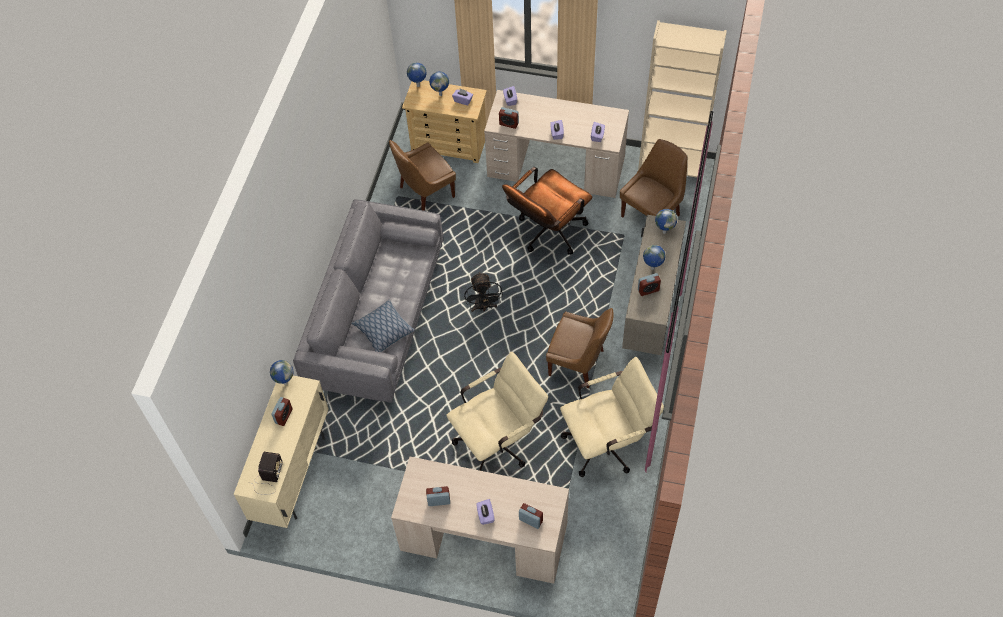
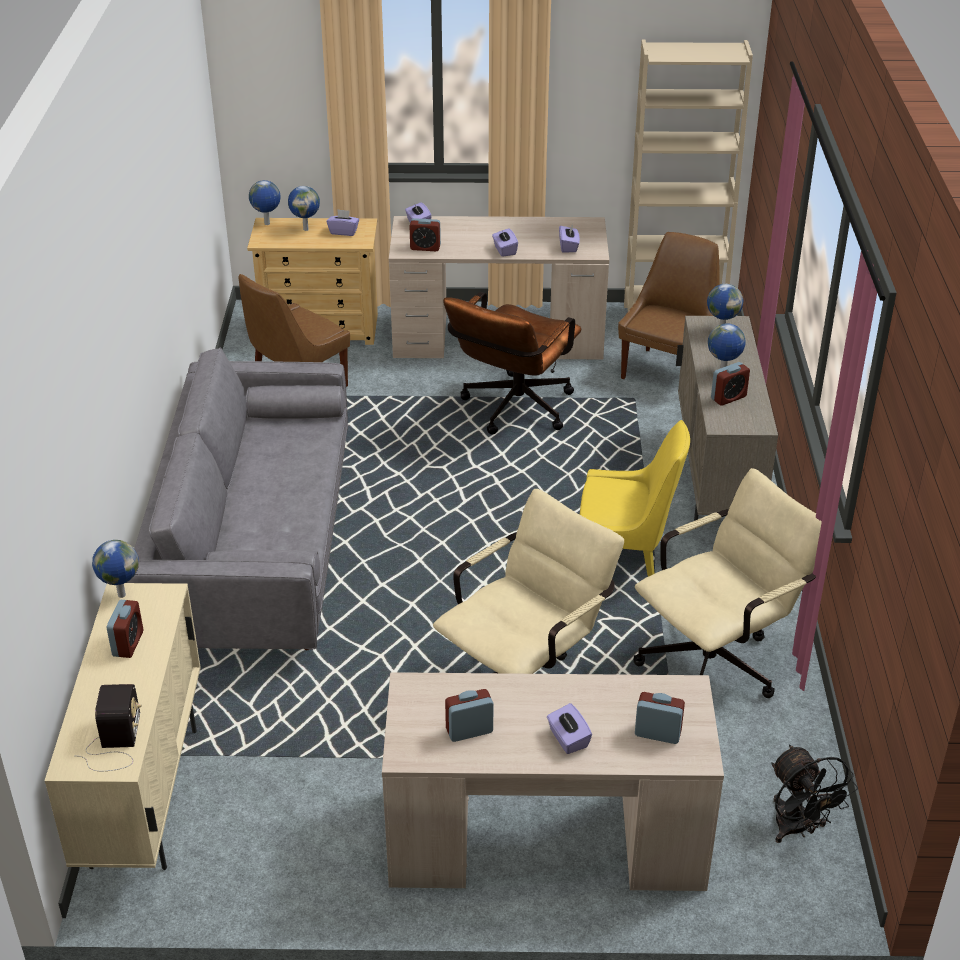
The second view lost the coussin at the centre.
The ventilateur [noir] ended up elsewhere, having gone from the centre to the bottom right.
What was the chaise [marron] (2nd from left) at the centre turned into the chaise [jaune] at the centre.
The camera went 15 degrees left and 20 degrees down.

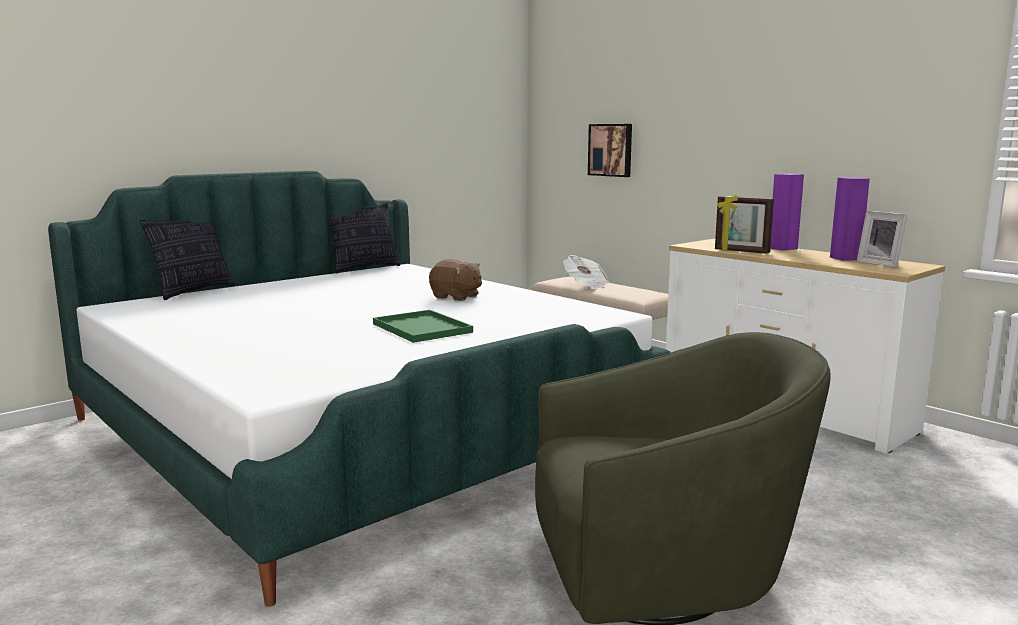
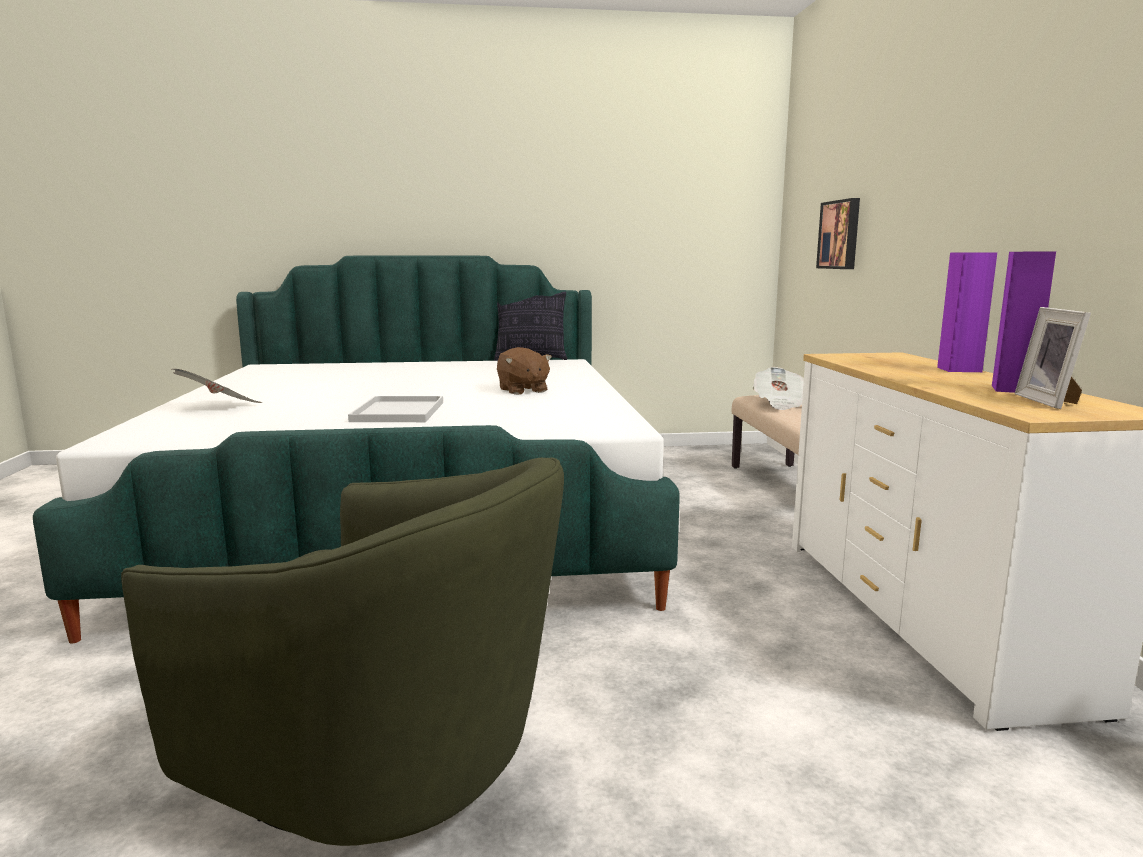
The second view lost the coussin (1st from left) at the middle left.
The second view lost the cadre photo (1st from left) at the middle right.
The second view gained the journal (1st from left) at the middle left.
What was the plateau [vert] at the centre turned into the plateau [blanc] at the centre.
The camera went 35 degrees right and 0 degrees up.

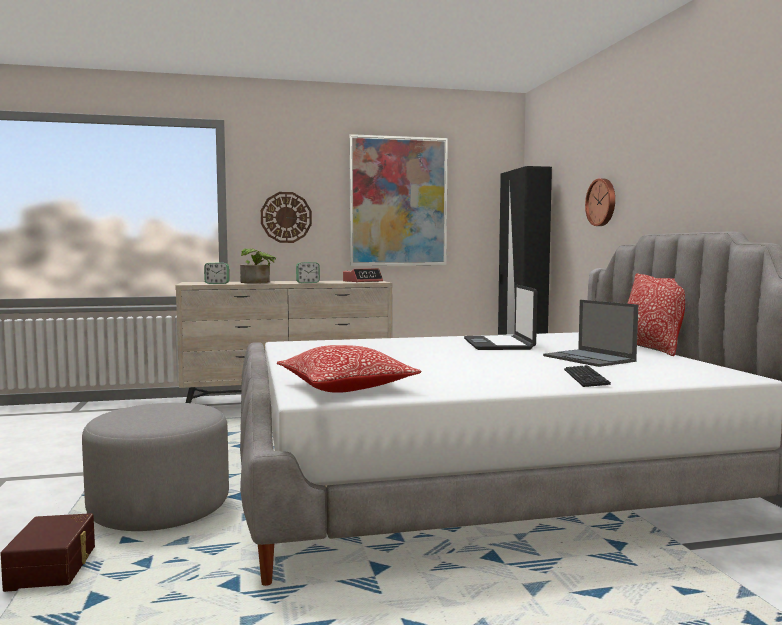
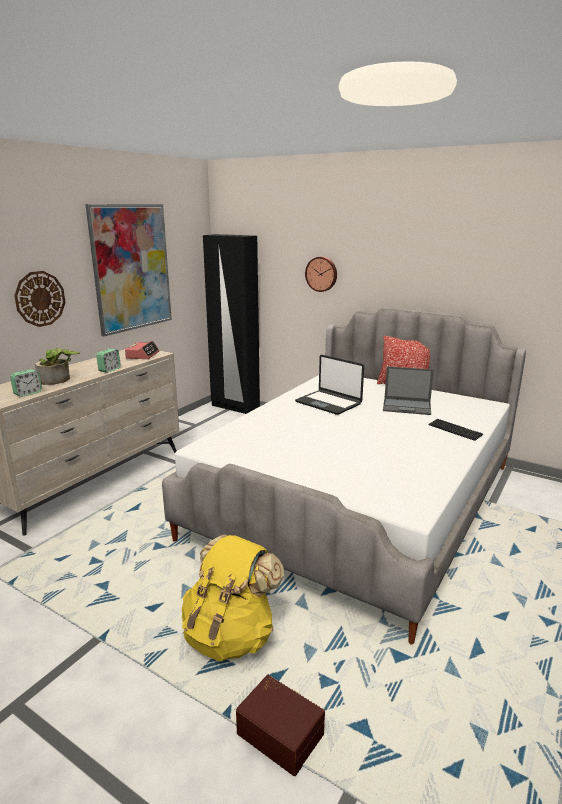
The second view lost the coussin (1st from left) at the centre.
Where the pouf [gris] stood at the bottom left, the sac à dos [jaune] came to stand at the bottom centre.
The camera went 45 degrees left and 15 degrees up.

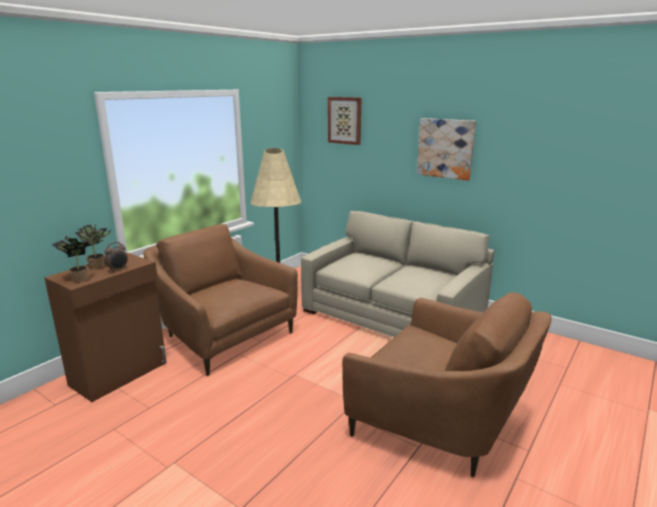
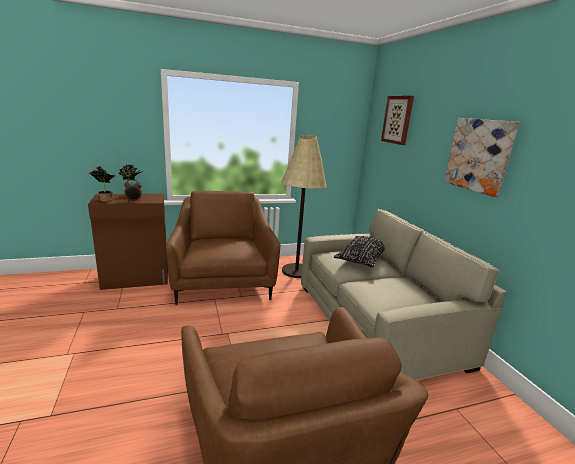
The second view gained the coussin [noir] at the centre.
The camera went 35 degrees right and 0 degrees up.

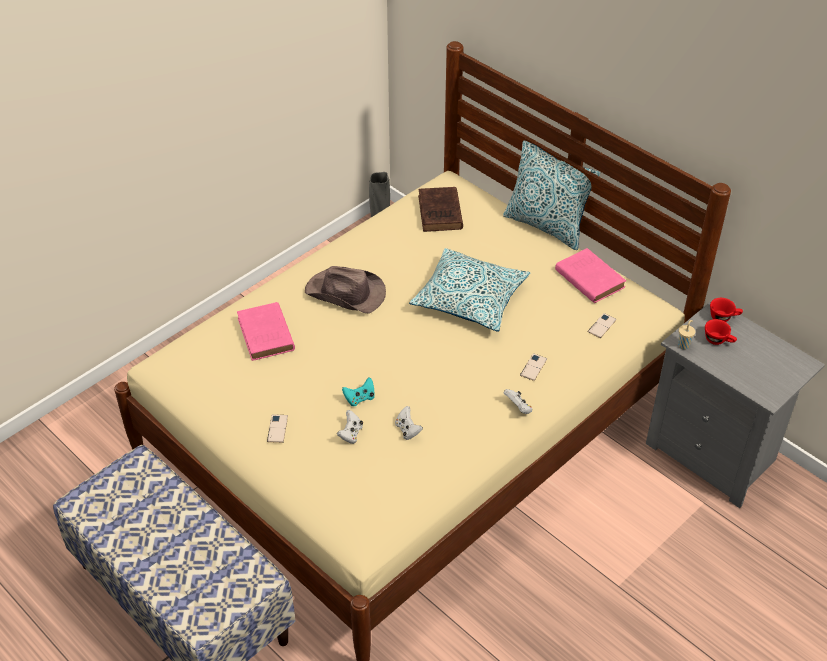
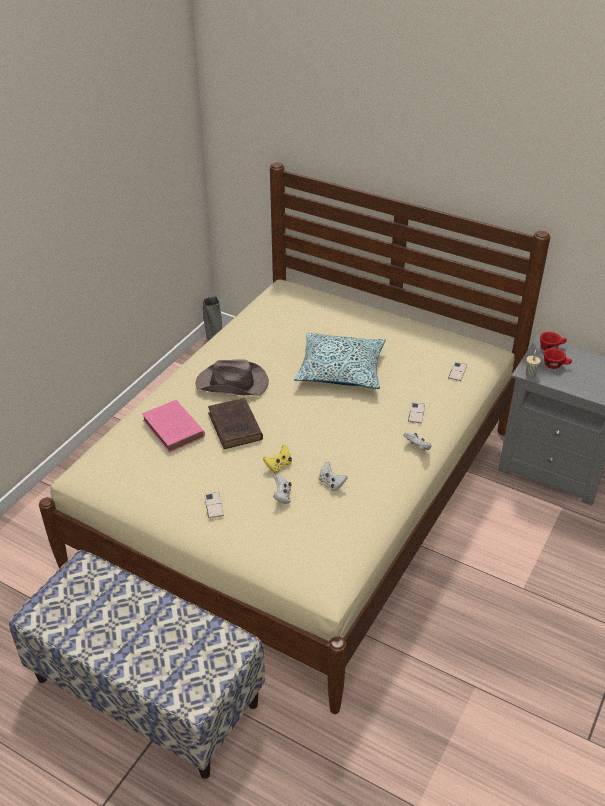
The second view lost the coussin (2nd from left) at the top centre.
The second view lost the livre [rose] (2nd from left) at the middle right.
The livre [marron] ended up elsewhere, having gone from the top centre to the centre.
What was the manette [turquoise] at the centre turned into the manette [jaune] at the centre.
The camera went 15 degrees left and 5 degrees down.

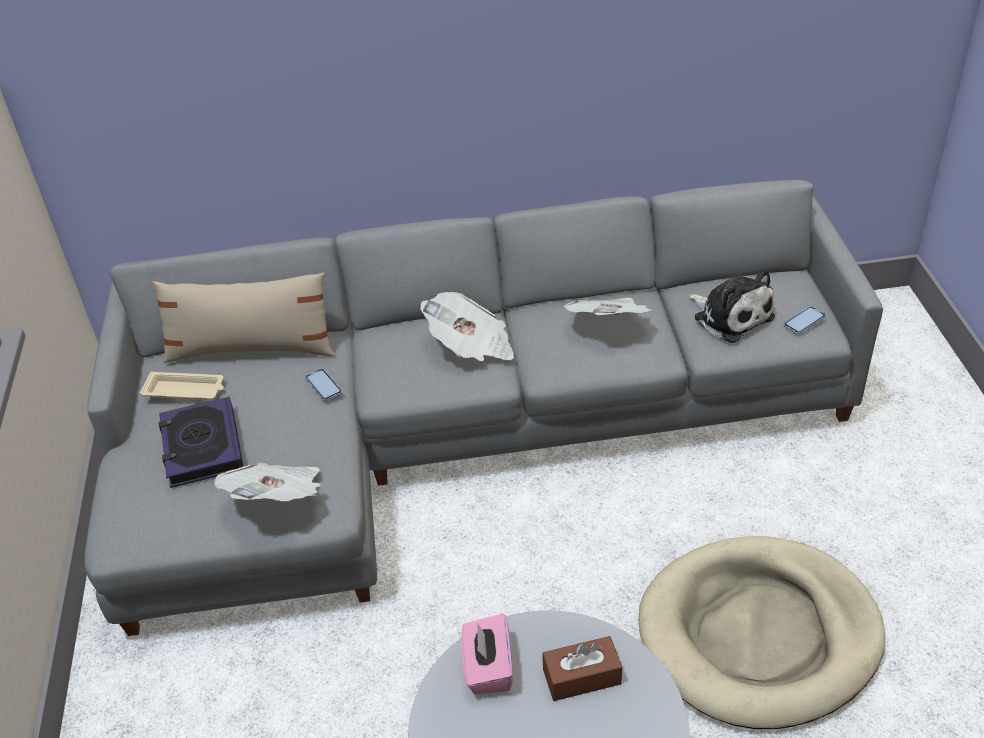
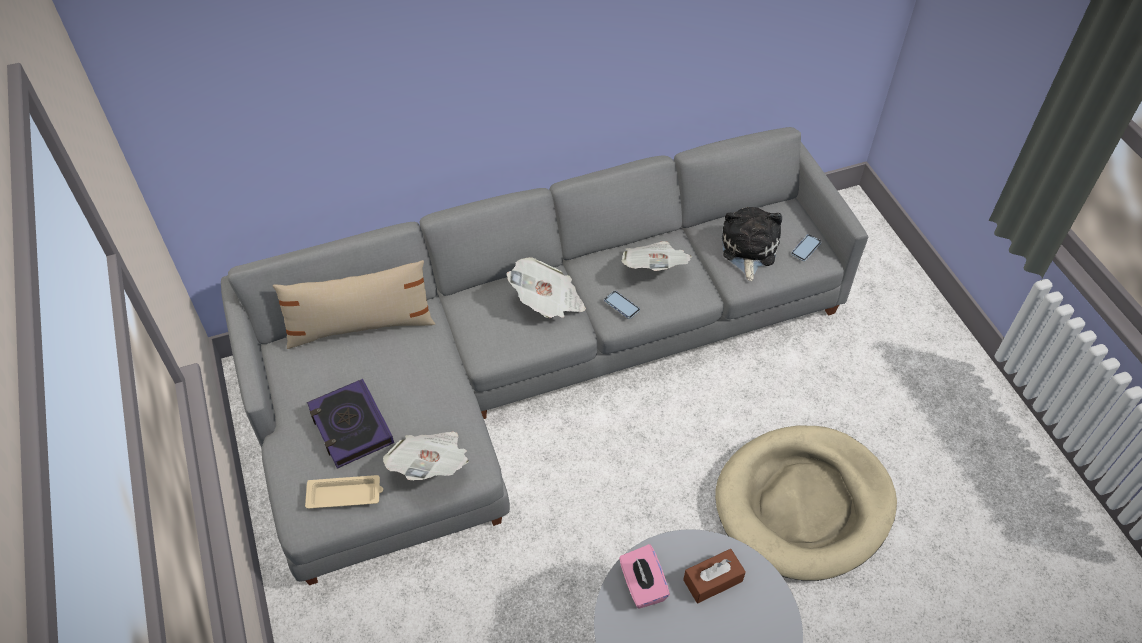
The plateau [beige] ended up elsewhere, having gone from the middle left to the bottom left.
The téléphone (1st from left) ended up elsewhere, having gone from the middle left to the centre.
The peluche at the middle right ended up facing another way, 120 degrees counterclockwise from before.
The camera went 15 degrees left and 10 degrees up.

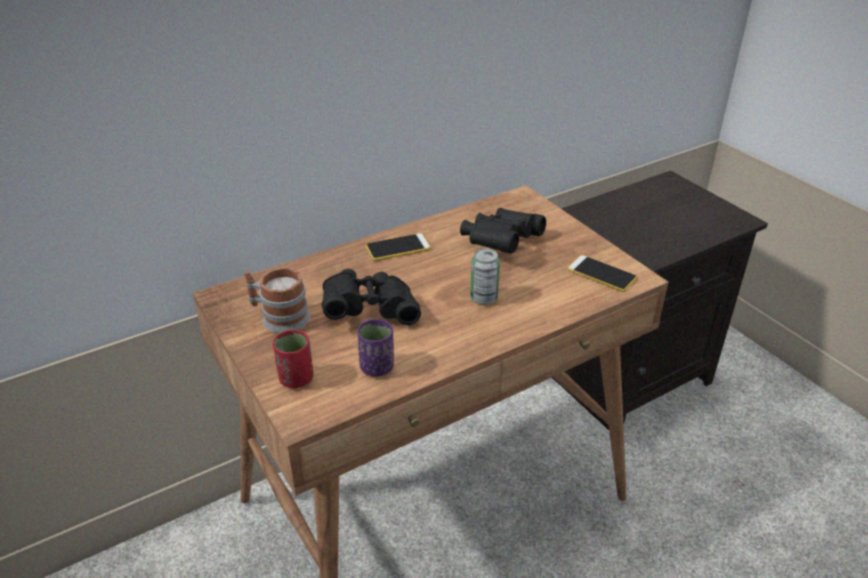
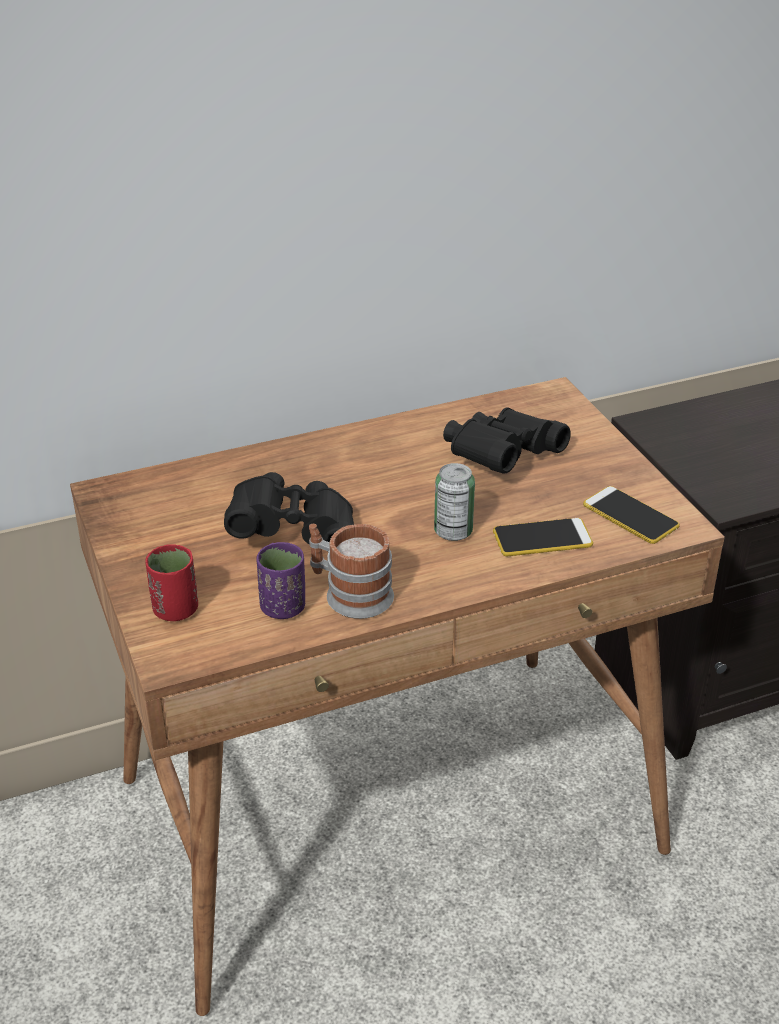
The mug ended up elsewhere, having gone from the middle left to the centre.
The téléphone (1st from left) ended up elsewhere, having gone from the centre to the middle right.
The camera went 10 degrees right and 0 degrees up.

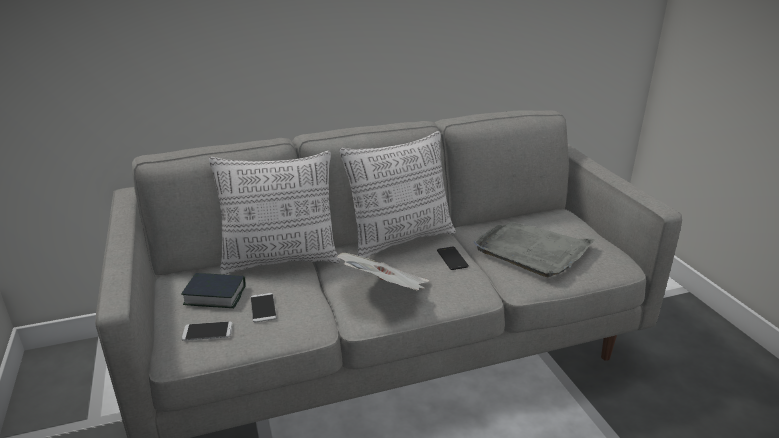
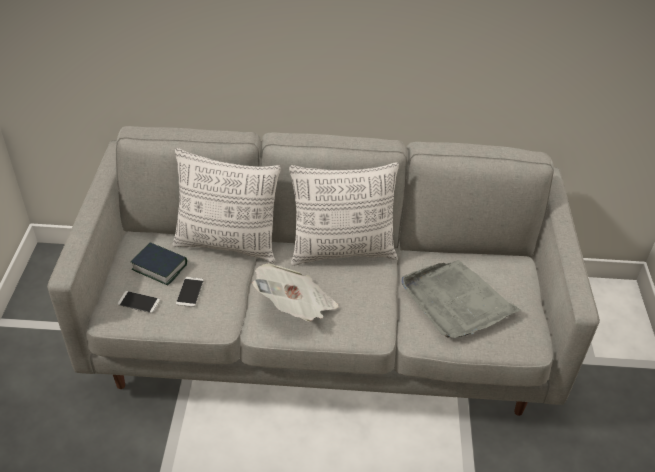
The second view lost the téléphone (3rd from left) at the centre.
The camera went 20 degrees right and 15 degrees up.

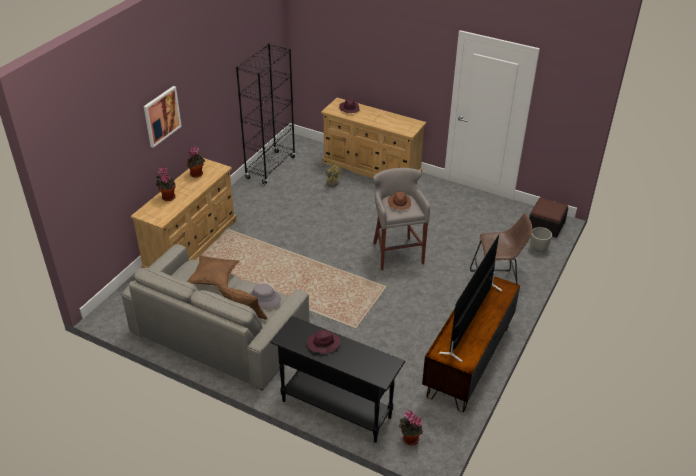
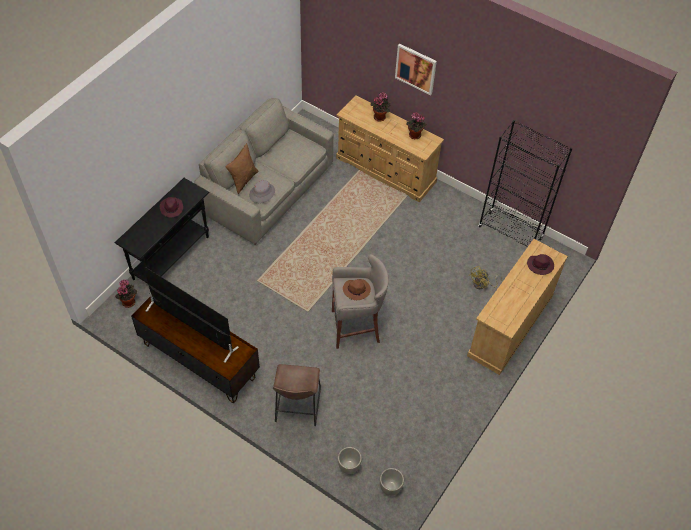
The second view lost the coussin [marron] (1st from left) at the middle left.
Where the pouf stood at the middle right, the cache-pot [gris] (2nd from left) came to stand at the bottom centre.
The camera went 95 degrees right and 15 degrees up.

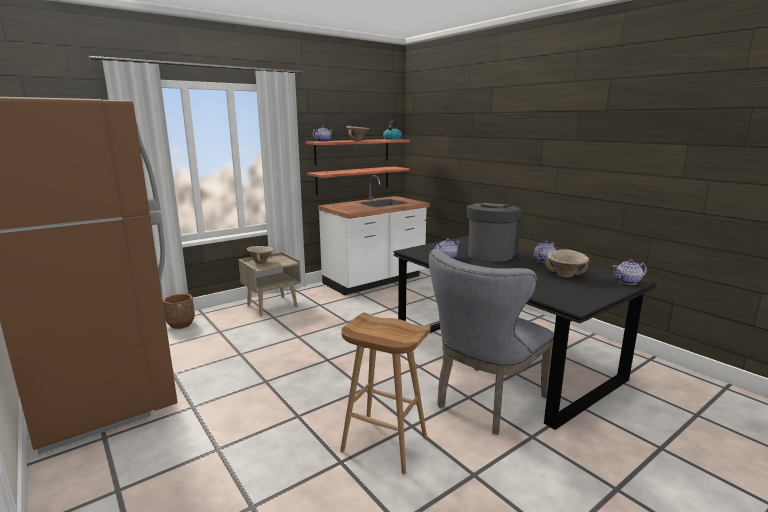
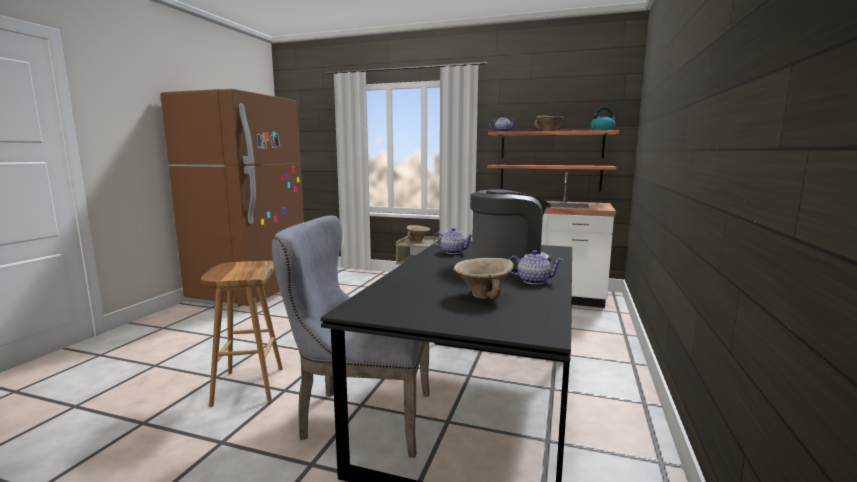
The second view lost the cache-pot [marron] at the middle left.
The second view lost the théière (4th from left) at the middle right.
The camera went 55 degrees right and 5 degrees down.

